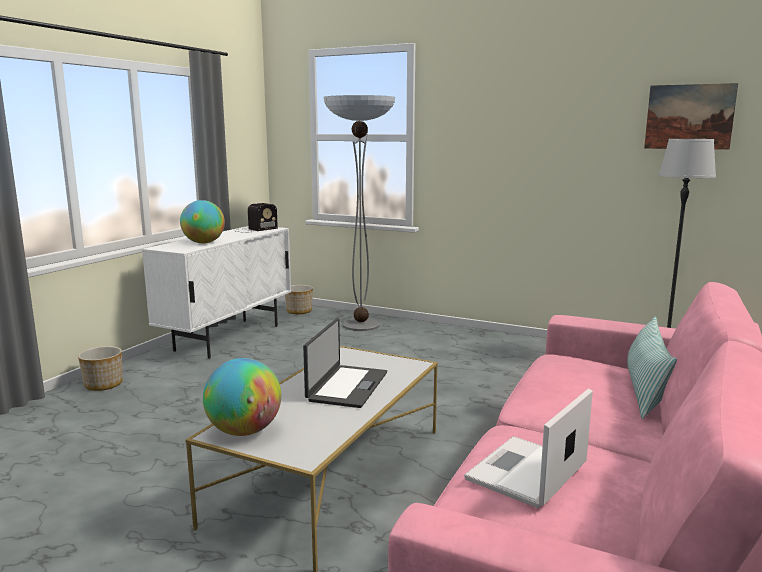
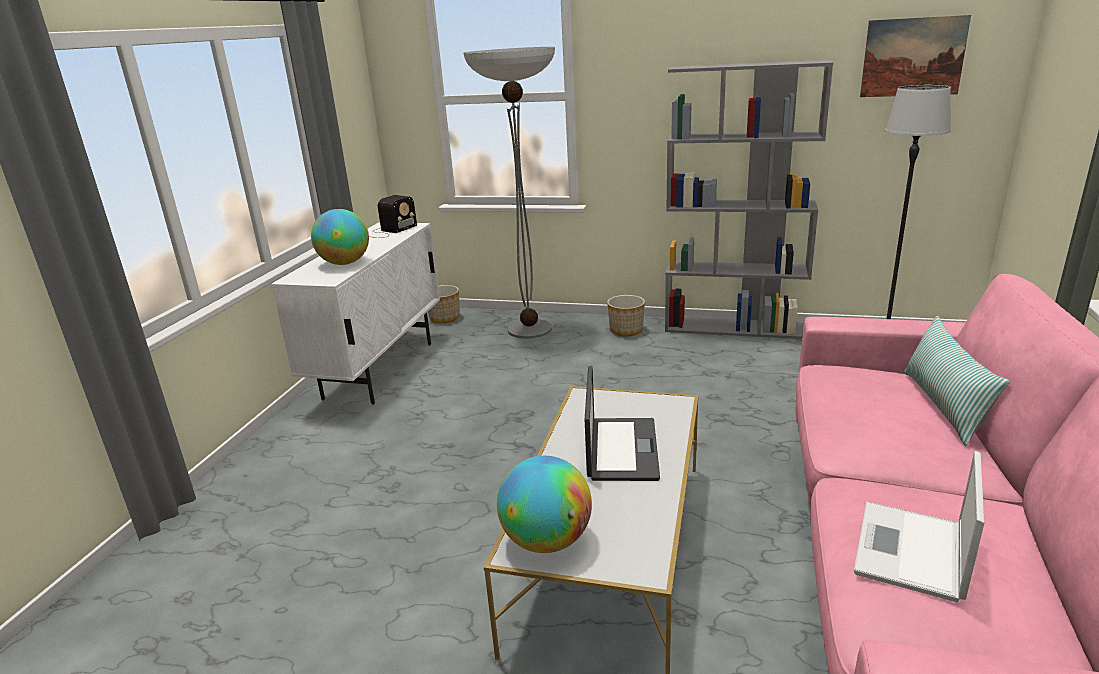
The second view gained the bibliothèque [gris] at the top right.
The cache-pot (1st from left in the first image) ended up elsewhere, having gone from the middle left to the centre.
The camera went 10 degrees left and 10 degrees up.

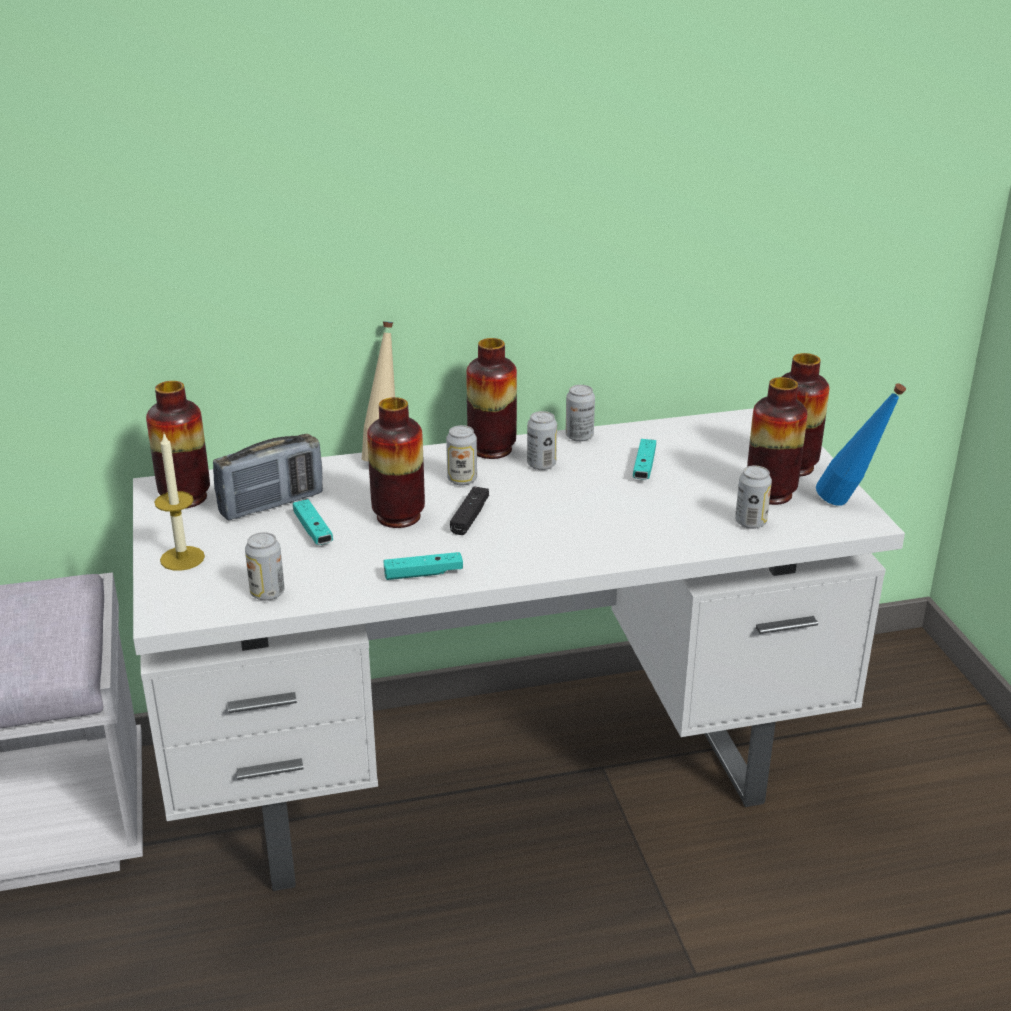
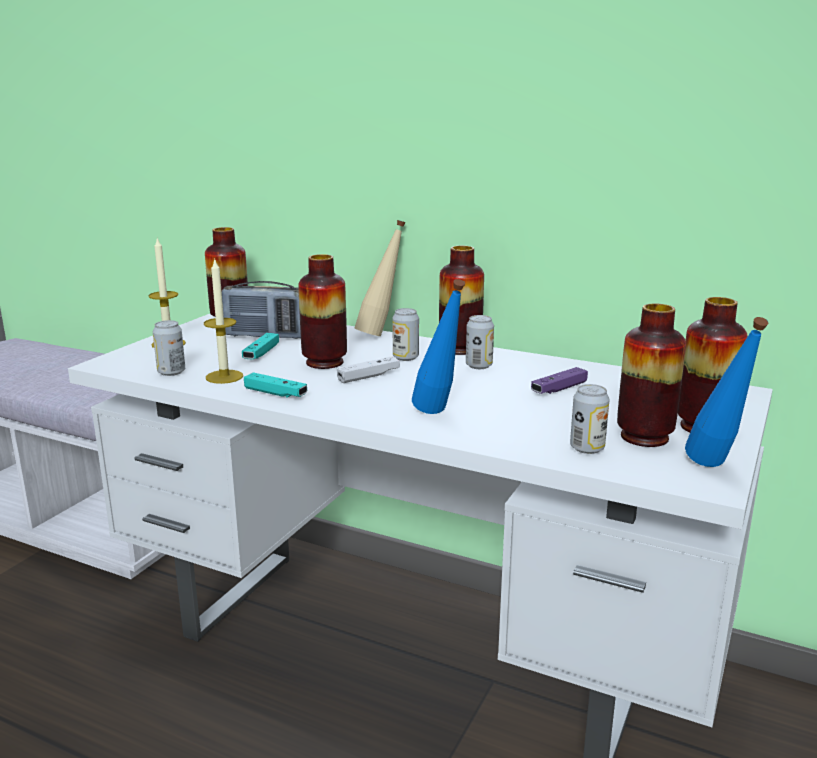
The second view lost the boîte métallique (4th from left) at the centre.
The second view gained the bougie (2nd from left) at the middle left.
The second view gained the bouteille [bleu] (1st from left) at the centre.
What was the manette [noir] at the centre turned into the manette [blanc] at the centre.
What was the manette [turquoise] (3rd from left) at the centre turned into the manette [violet] at the middle right.
The camera went 40 degrees right and 10 degrees down.

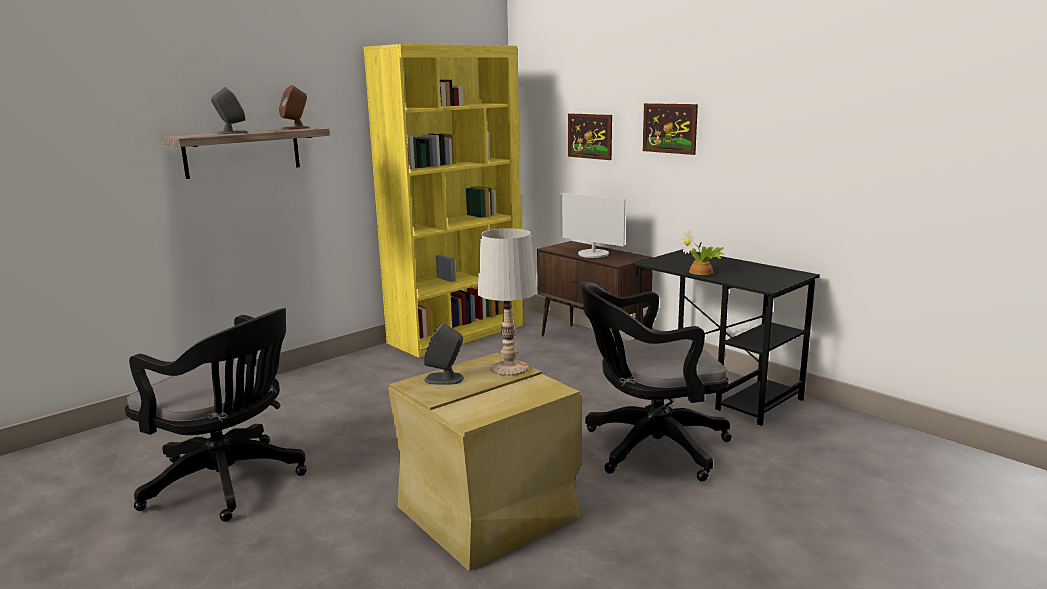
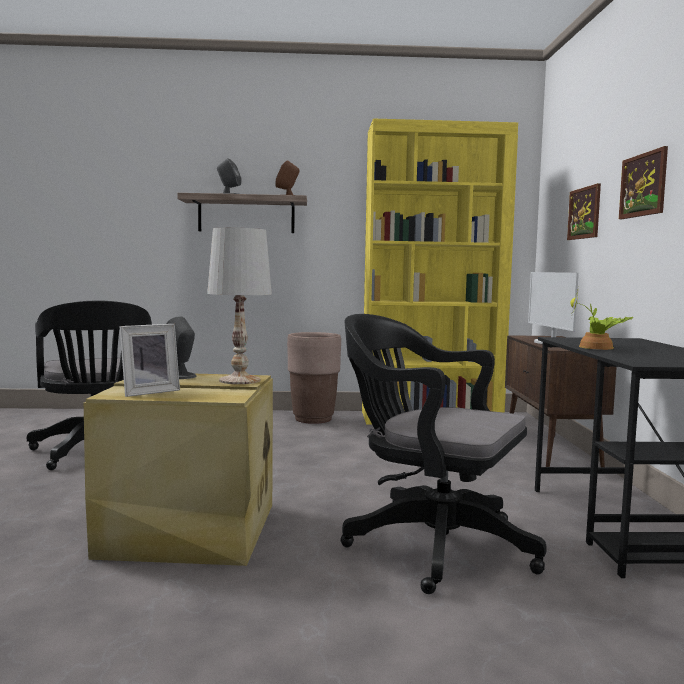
The second view gained the cadre photo at the middle left.
The second view gained the cache-pot [marron] at the centre.
The camera went 40 degrees right and 10 degrees down.

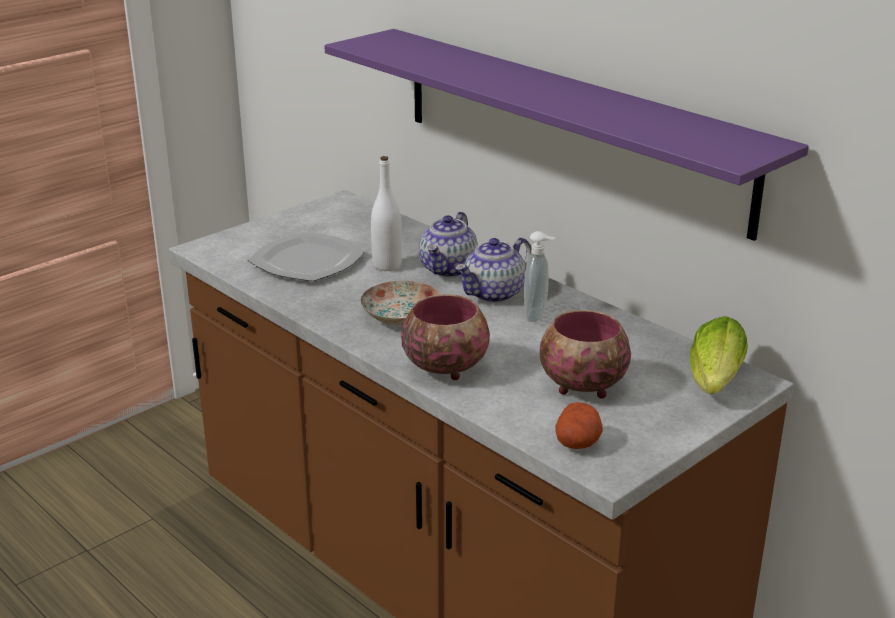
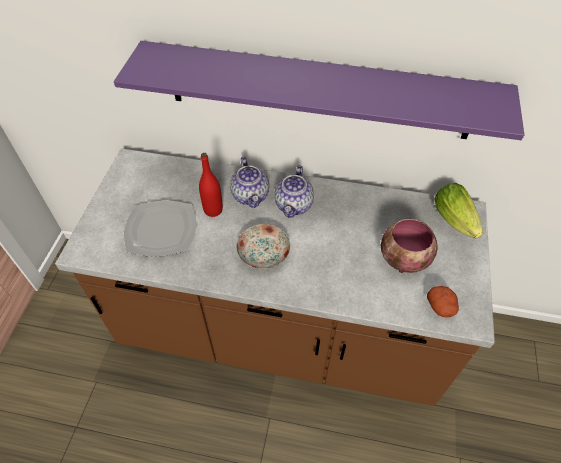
The second view lost the bol (1st from left) at the centre.
The second view lost the distributeur de savon at the centre.
What was the bouteille [blanc] at the centre turned into the bouteille [rouge] at the centre.
The camera went 35 degrees left and 25 degrees up.

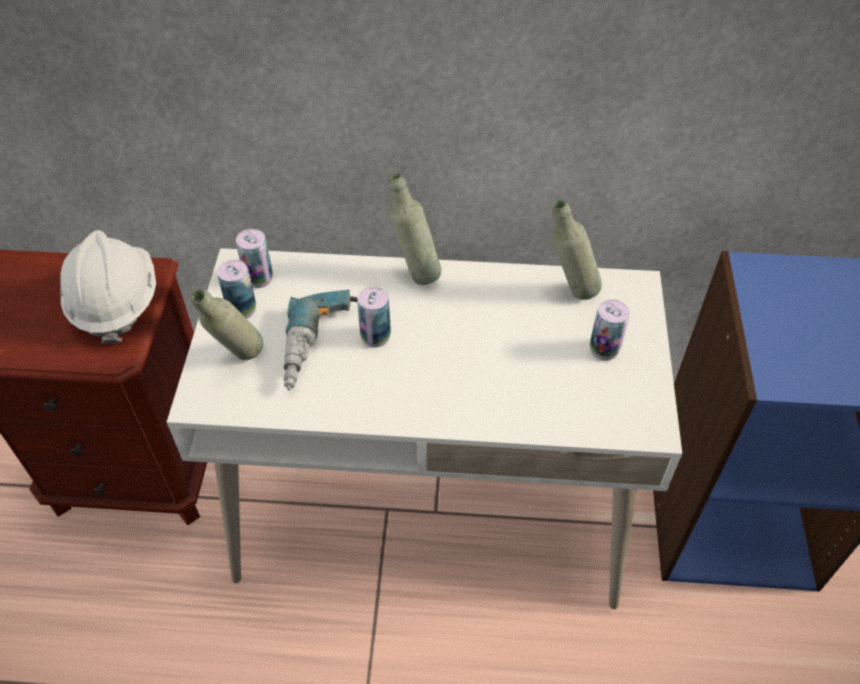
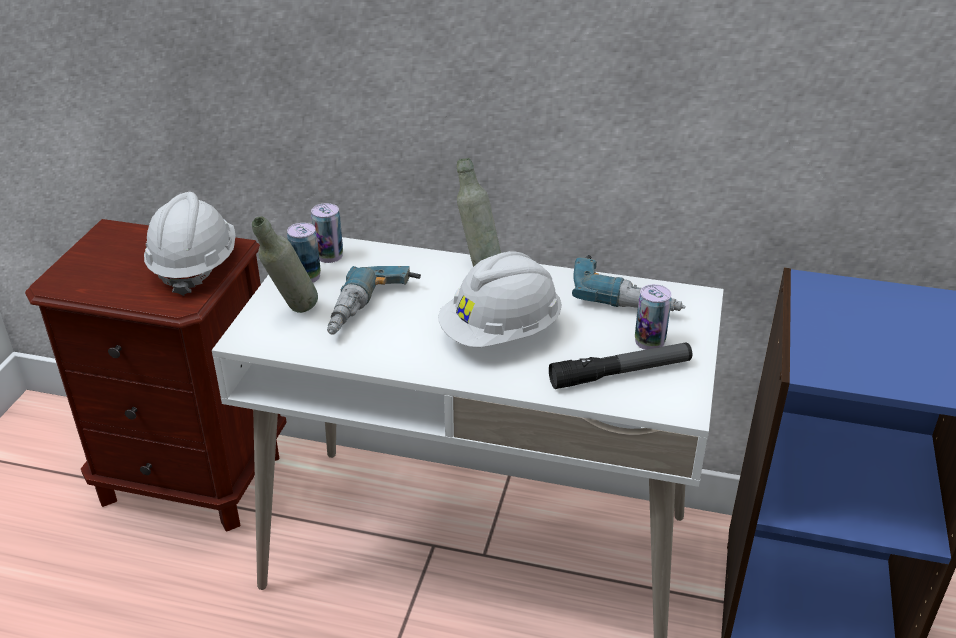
The second view lost the boîte métallique (3rd from left) at the centre.
The second view gained the casque de chantier [blanc] (2nd from left) at the centre.
The second view gained the lampe de poche at the centre.
Where the bouteille [gris] (3rd from left) stood at the middle right, the perceuse (2nd from left) came to stand at the centre.
The camera went 10 degrees right and 15 degrees down.

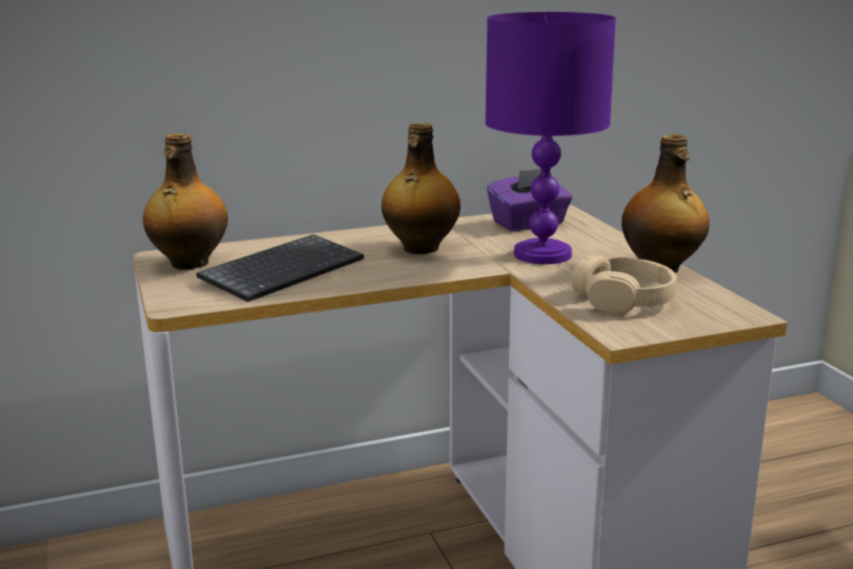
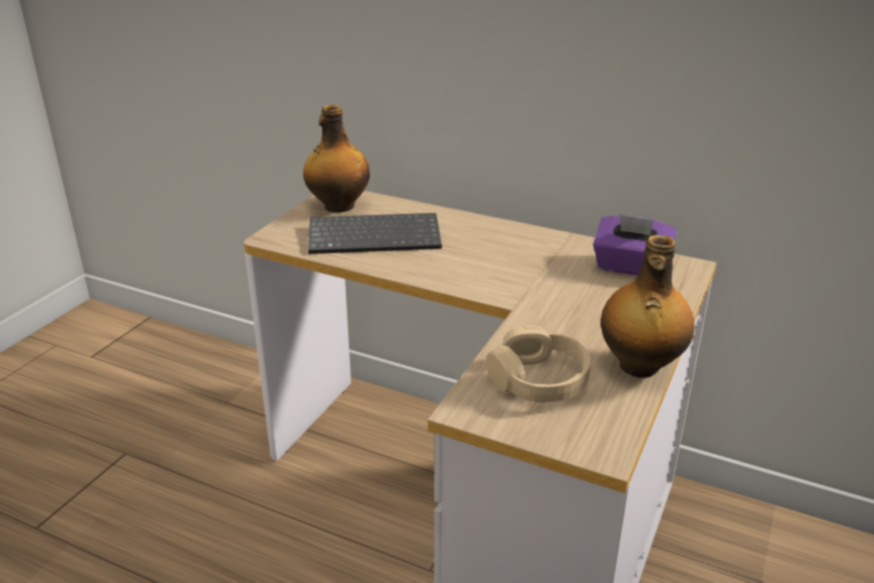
The second view lost the bouteille (2nd from left) at the top centre.
The second view lost the lampe de table [violet] at the top centre.
The camera went 45 degrees right and 10 degrees up.

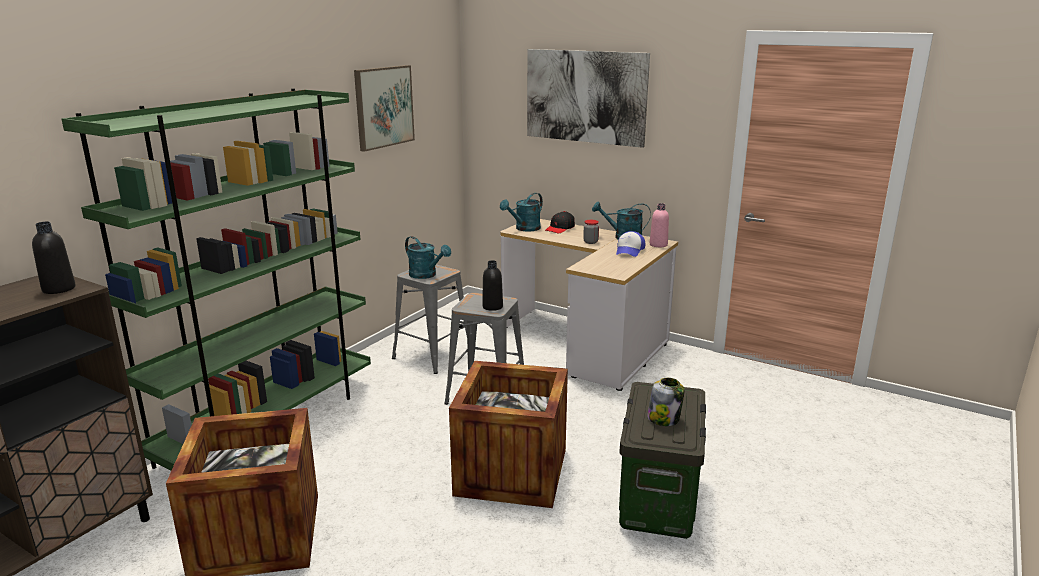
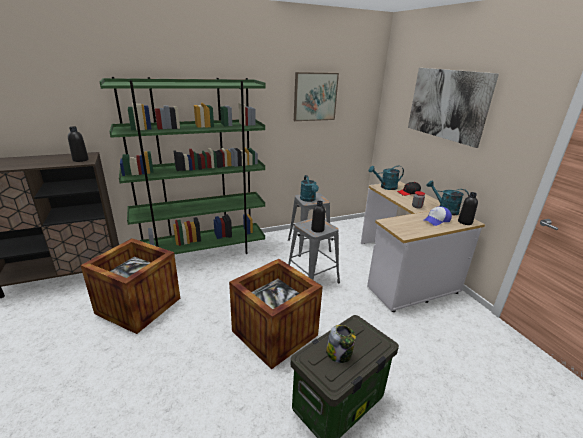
What was the bouteille [rose] at the centre turned into the bouteille [noir] (3rd from left) at the middle right.
The camera went 35 degrees right and 5 degrees up.

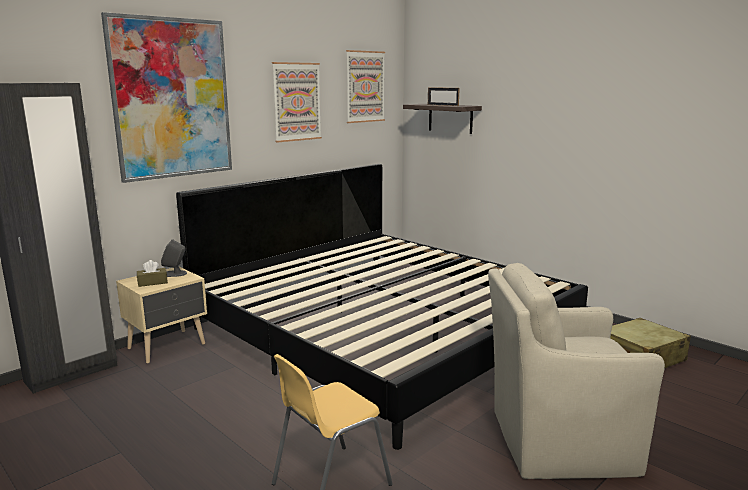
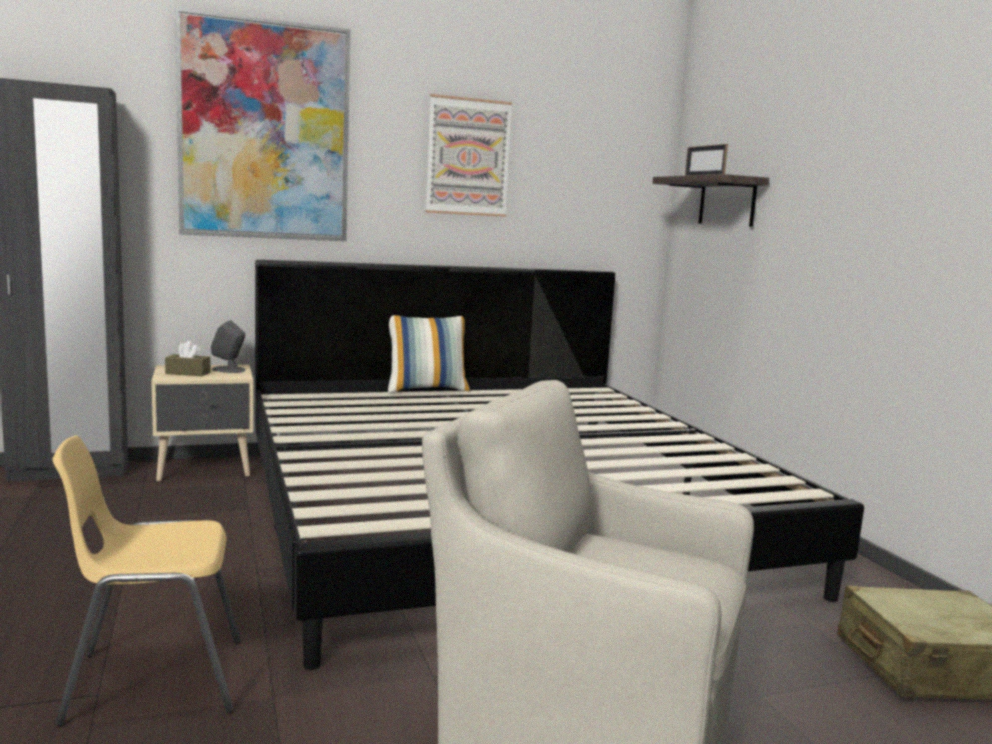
The second view lost the tableau (3rd from left) at the top centre.
The second view gained the coussin at the centre.
The camera went 25 degrees right and 5 degrees down.

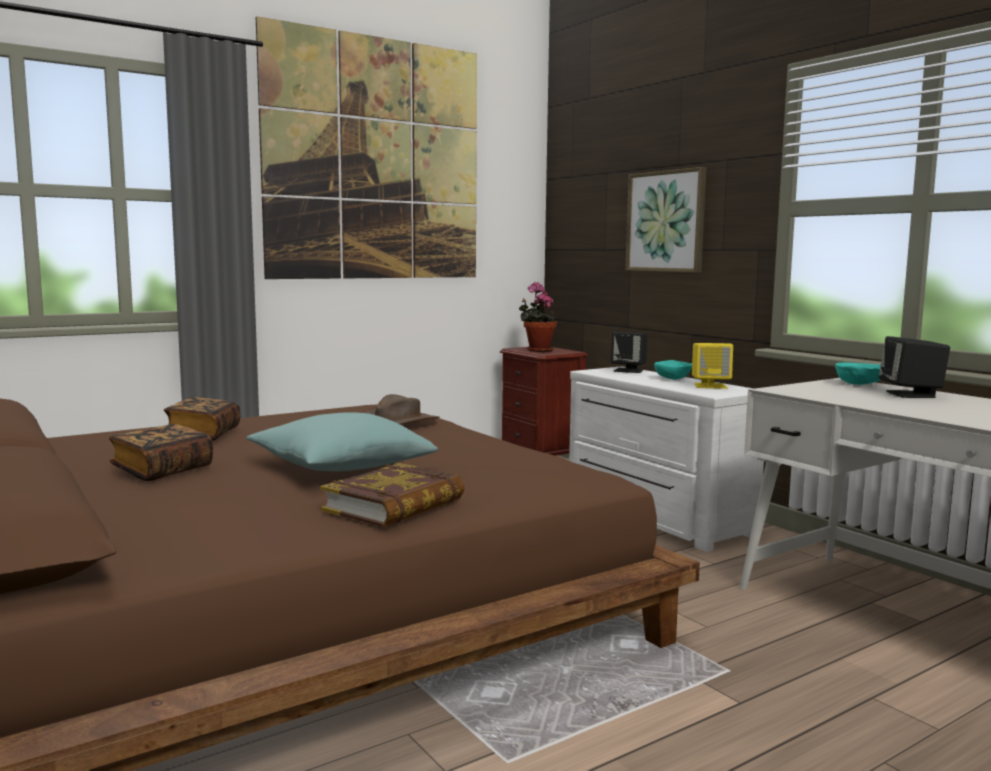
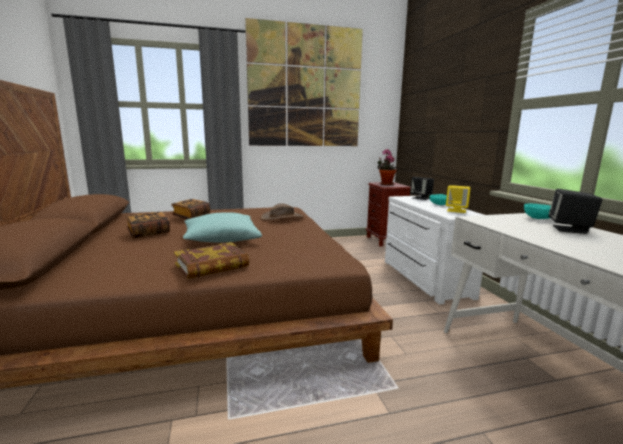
The second view lost the tableau (2nd from left) at the top right.
The camera went 20 degrees right and 5 degrees up.

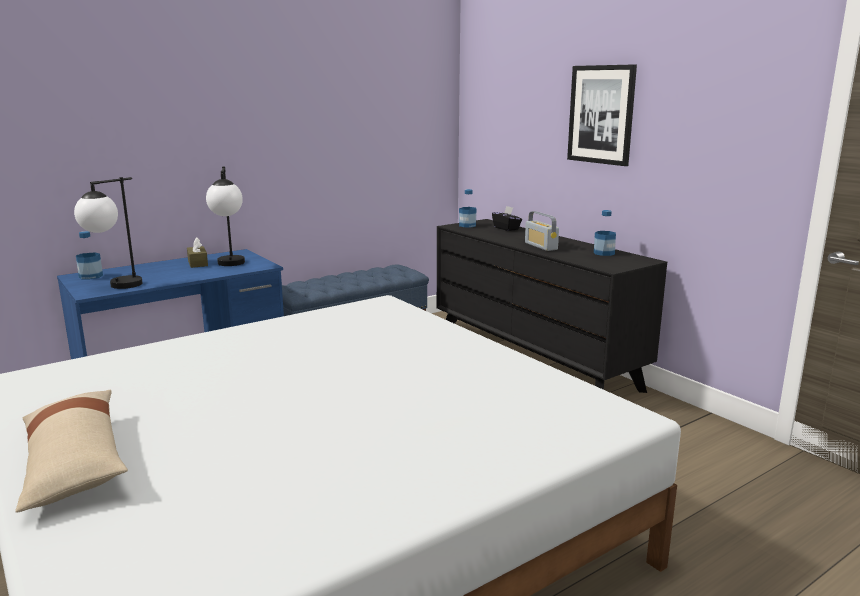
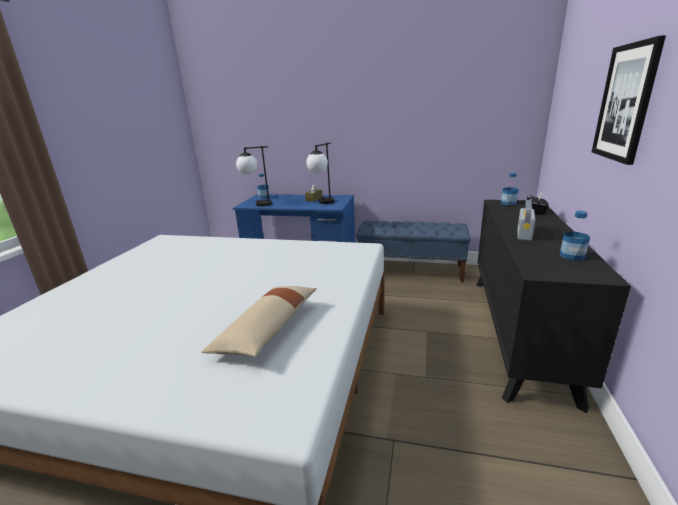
The coussin [beige] ended up elsewhere, having gone from the bottom left to the centre.
The camera went 50 degrees right and 5 degrees up.

